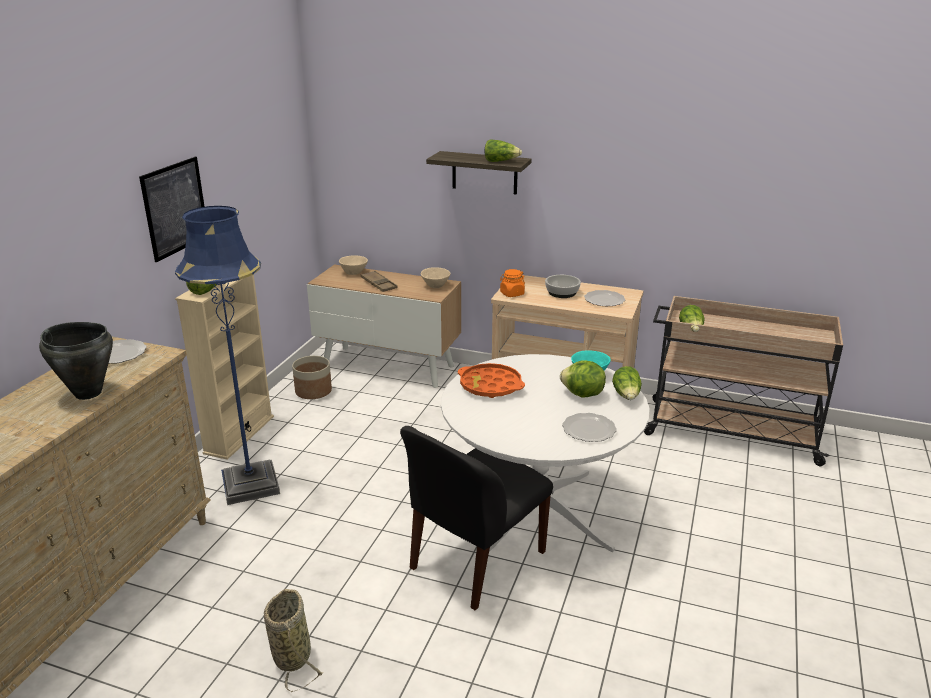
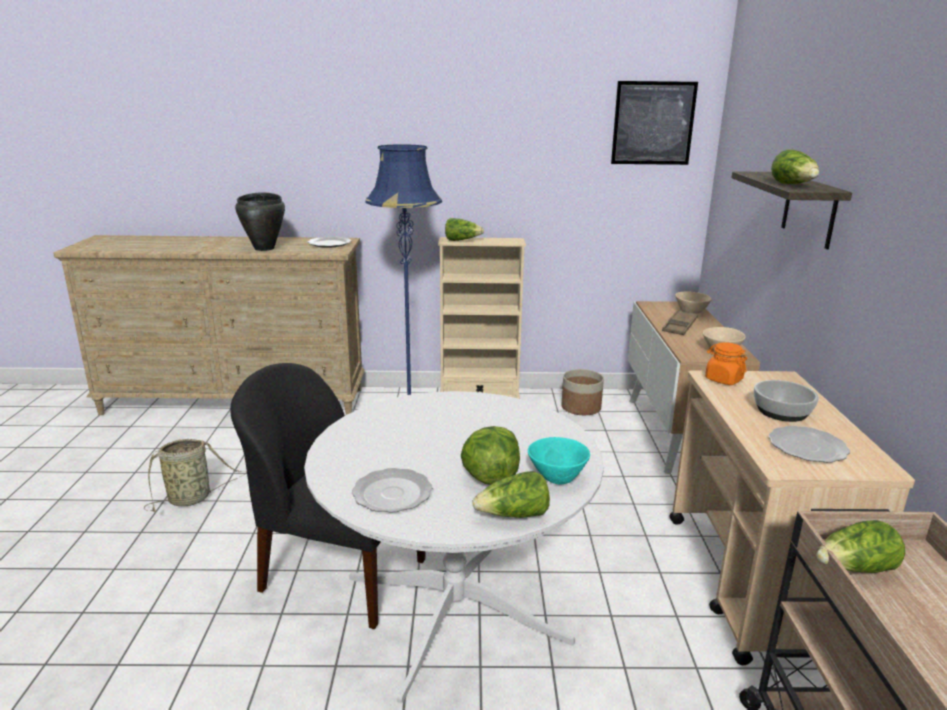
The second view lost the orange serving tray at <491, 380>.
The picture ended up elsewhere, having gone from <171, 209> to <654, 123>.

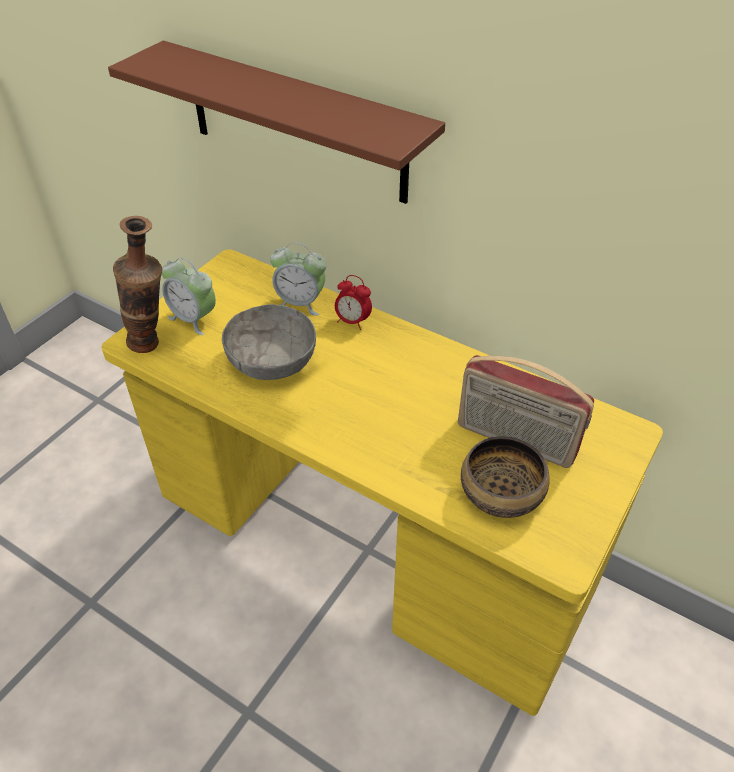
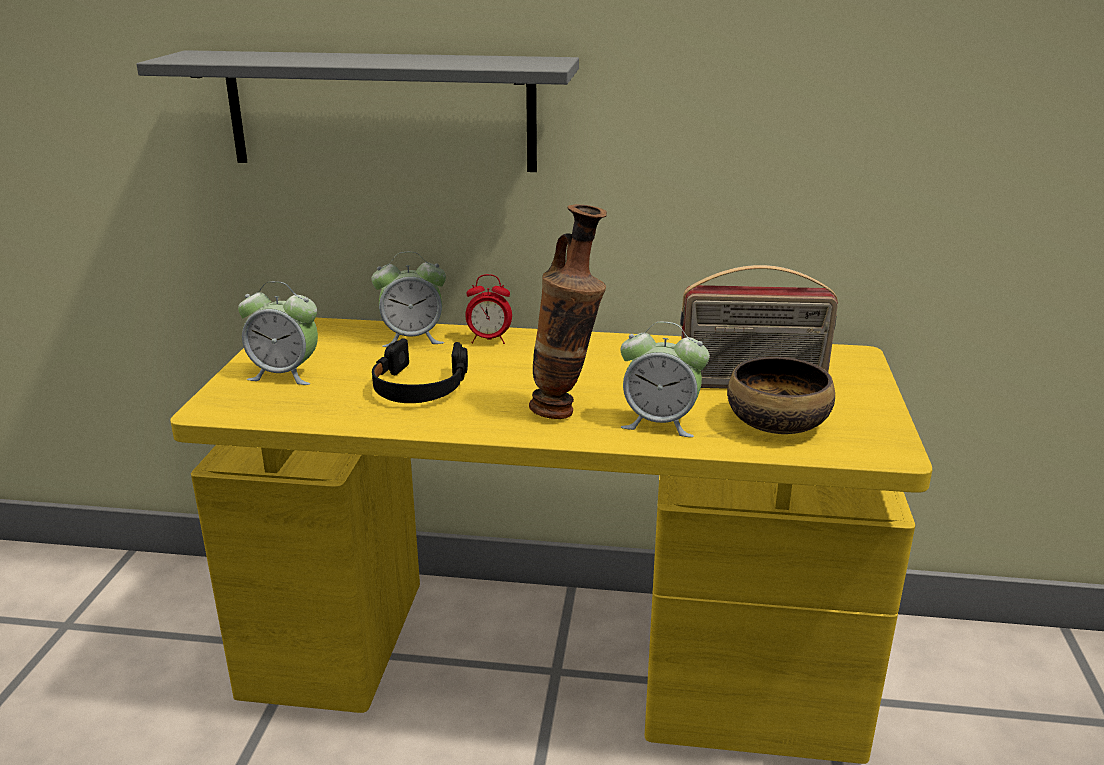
The second view gained the bedside clock at <665, 379>.
The vase ended up elsewhere, having gone from <137, 284> to <568, 312>.
Where the grey serving bowl stood at <269, 342>, the black-coloured pair of headphones came to stand at <420, 370>.
What was the brownish shelf at <276, 122> turned into the grey shelf at <357, 111>.

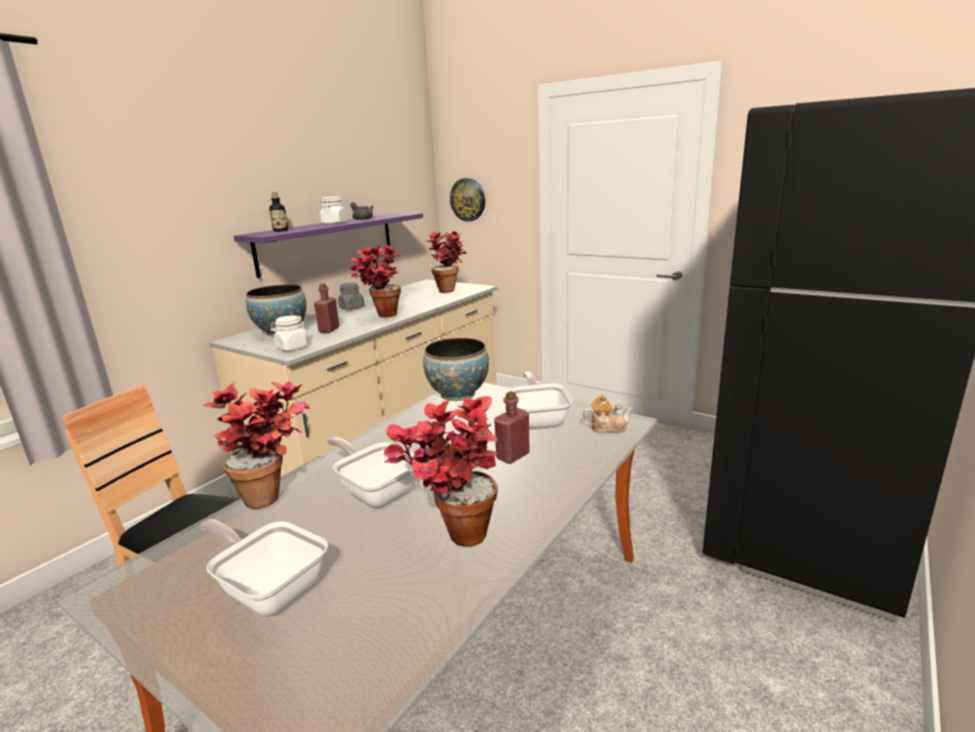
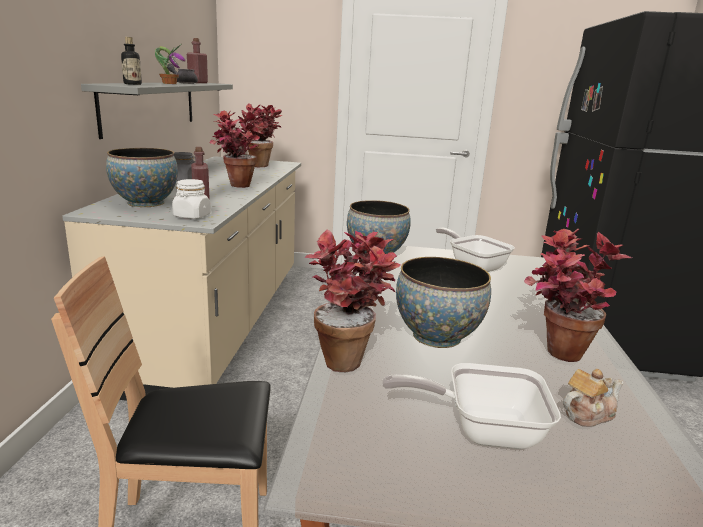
The second view lost the clock on the wall at <467, 200>.
The reddish bottle ended up elsewhere, having gone from <512, 427> to <197, 60>.
The teapot ended up elsewhere, having gone from <608, 413> to <593, 398>.
Where the whitish preserve jar stood at <334, 210>, the plant in a pot came to stand at <170, 64>.
Where the pan stood at <371, 472>, the serving bowl came to stand at <443, 302>.
What was the purplish shelf at <328, 245> turned into the grey shelf at <157, 110>.

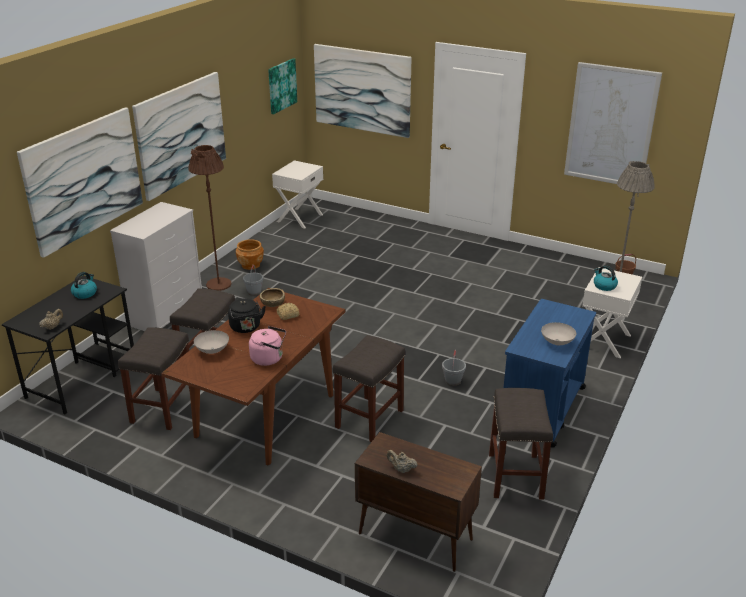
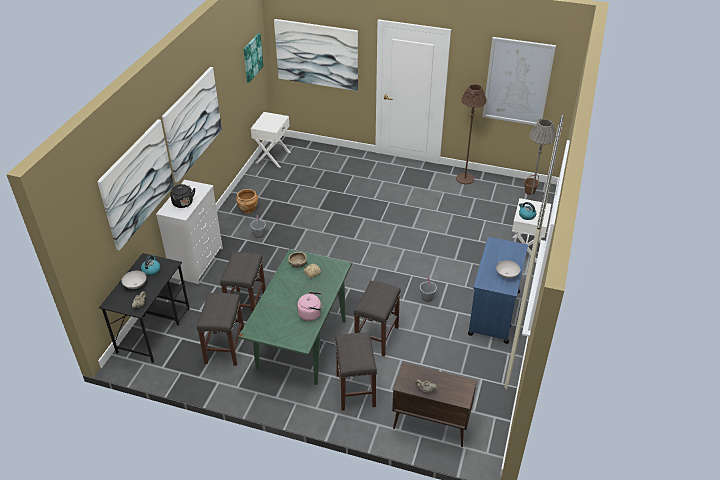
The brownish standard lamp ended up elsewhere, having gone from <210, 218> to <471, 134>.
The whitish serving bowl ended up elsewhere, having gone from <211, 342> to <134, 280>.
The black-coloured water kettle ended up elsewhere, having gone from <247, 316> to <182, 196>.
The grey stool ended up elsewhere, having gone from <521, 444> to <356, 372>.
What was the brownish dining table at <253, 377> turned into the greenish dining table at <295, 317>.

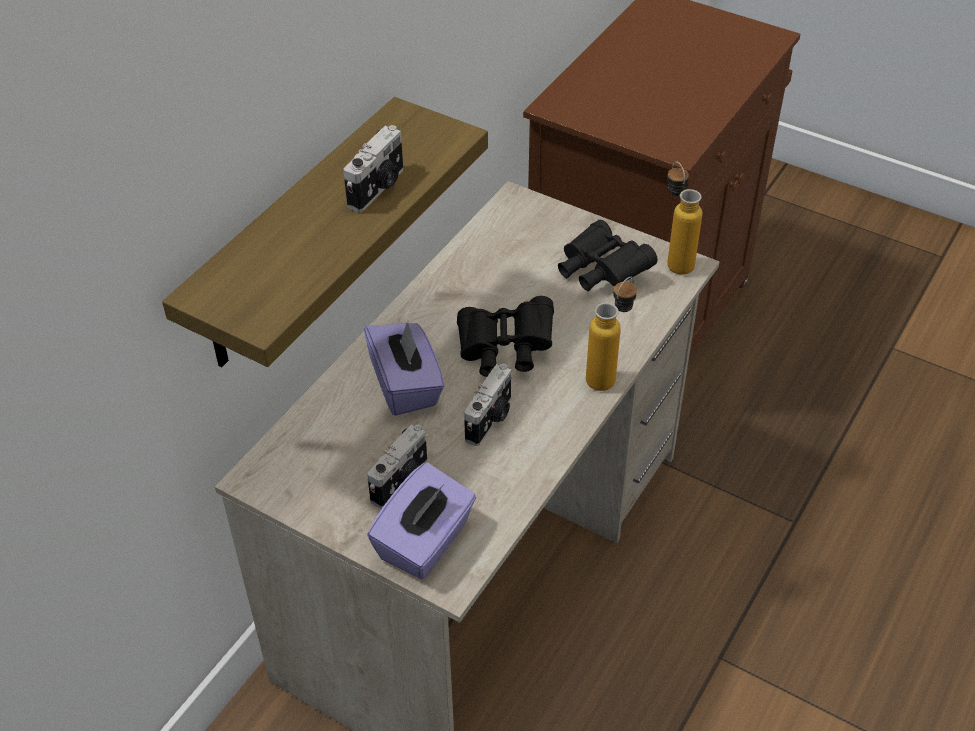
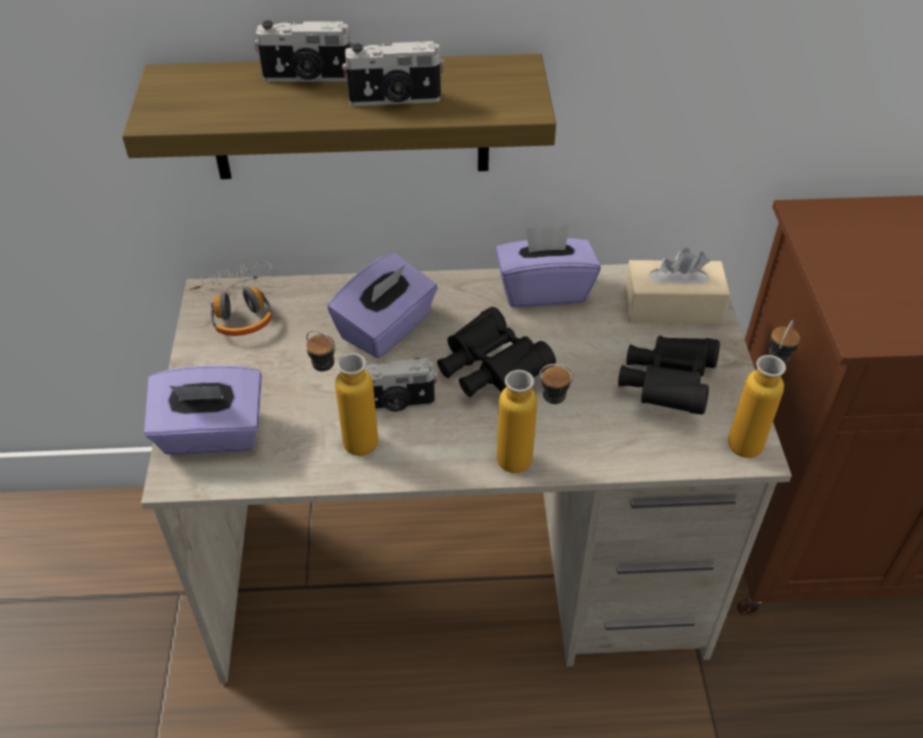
The second view gained the pair of headphones at <231, 298>.
The second view gained the bottle at <342, 393>.
The second view gained the purplish tissue holder at <548, 266>.
The second view gained the beige-coloured tissue holder at <677, 286>.
The photo camera ended up elsewhere, having gone from <397, 466> to <304, 51>.

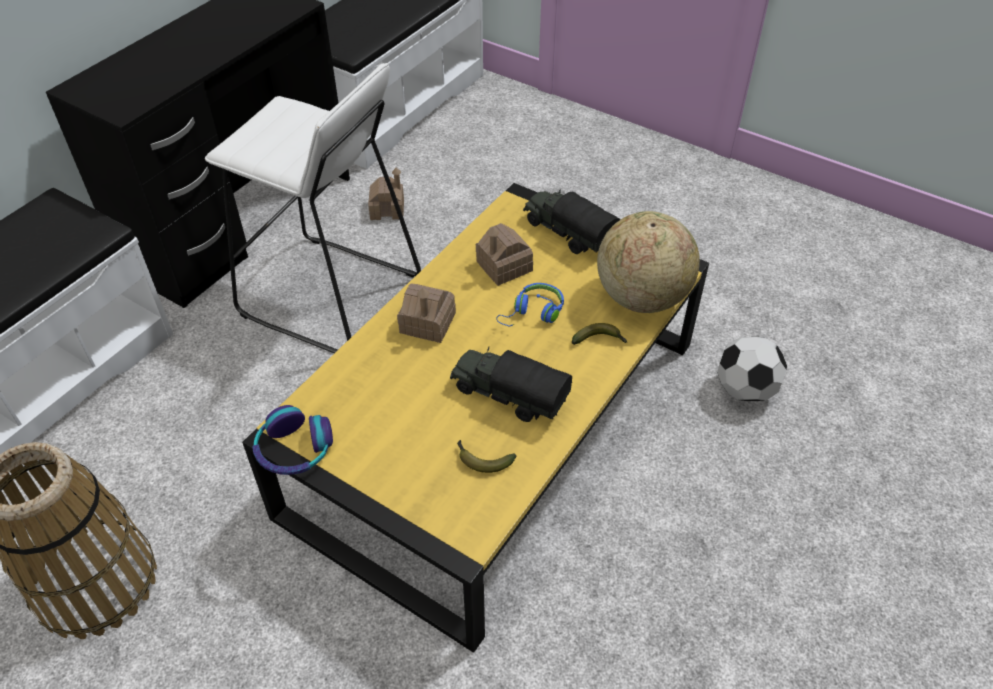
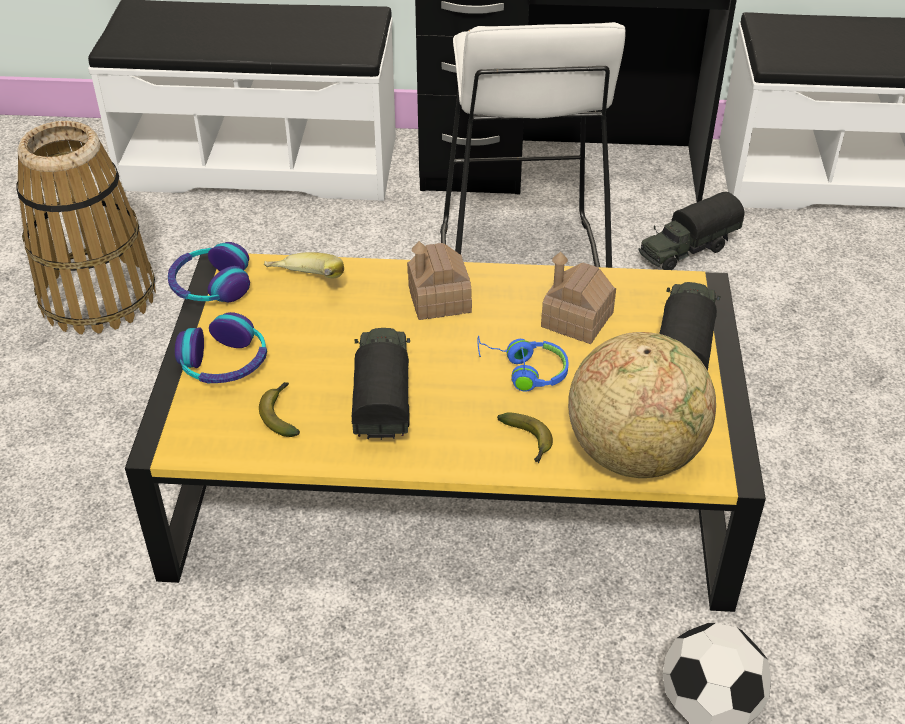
The second view gained the pair of headphones at <221, 347>.
The second view gained the whole banana at <304, 265>.
Where the model house stood at <386, 194>, the toy truck came to stand at <692, 231>.

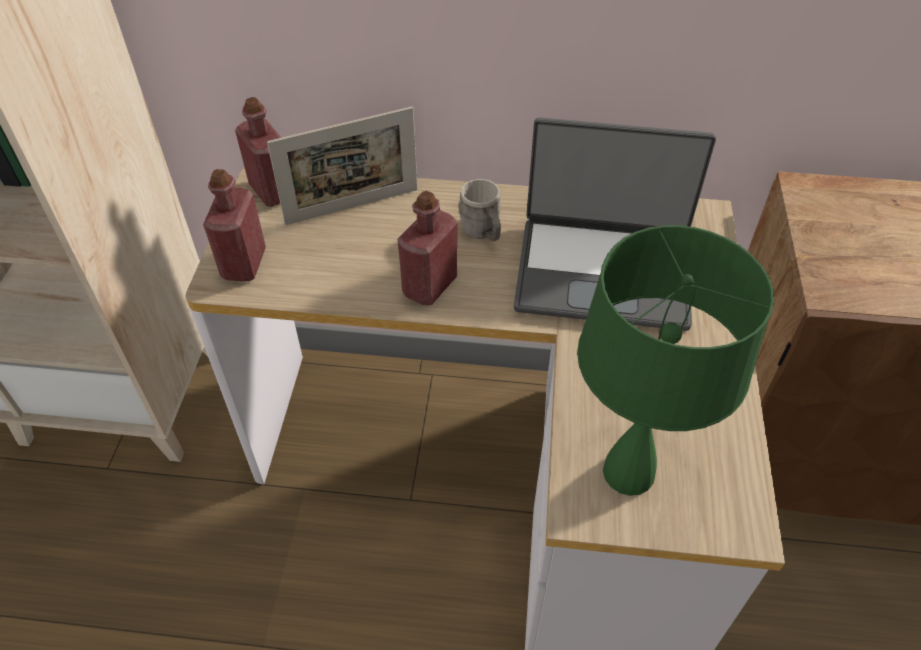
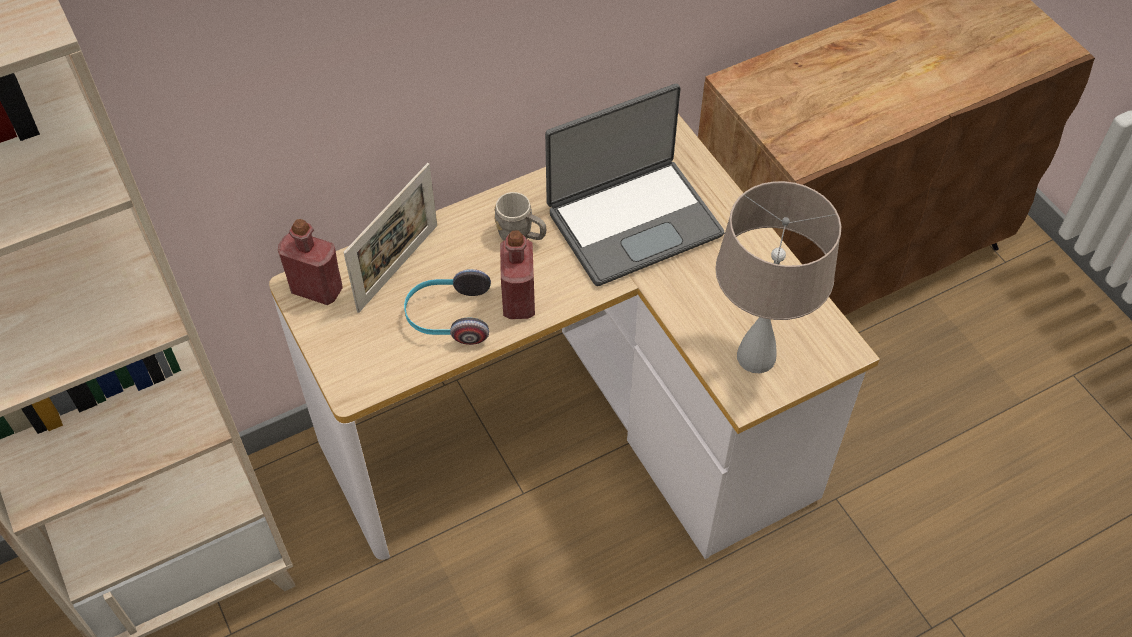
The second view lost the reddish bottle at <234, 225>.
The second view gained the pair of headphones at <447, 307>.
What was the greenish tabletop lamp at <675, 360> turned into the beige-coloured tabletop lamp at <778, 277>.

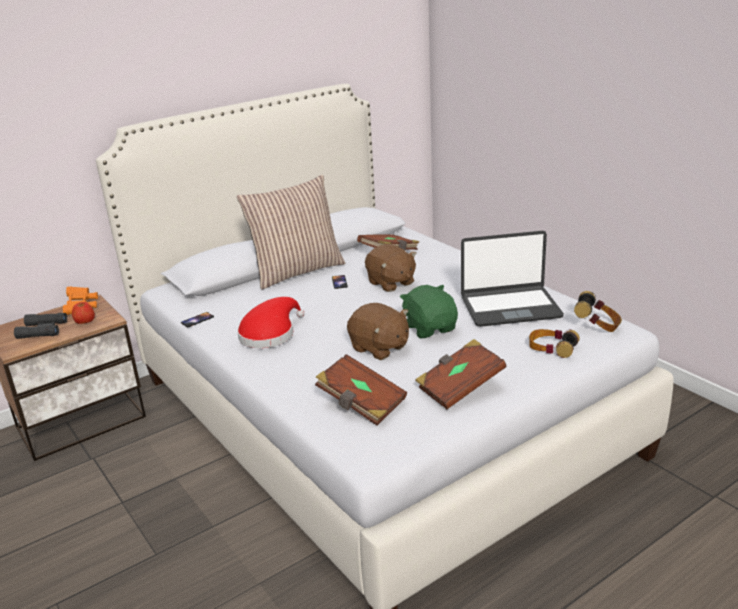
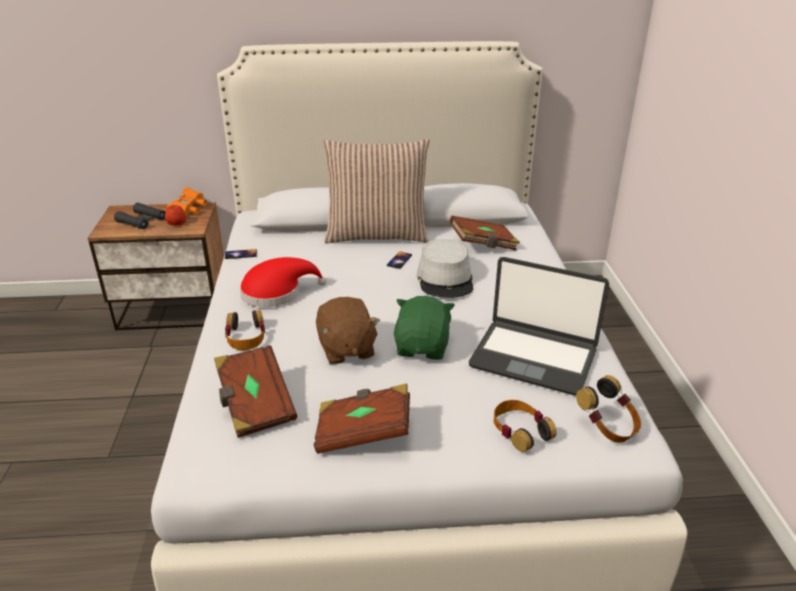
The second view gained the pair of headphones at <245, 330>.
Where the brownish soft toy stood at <391, 268>, the grey clothing hat came to stand at <445, 268>.

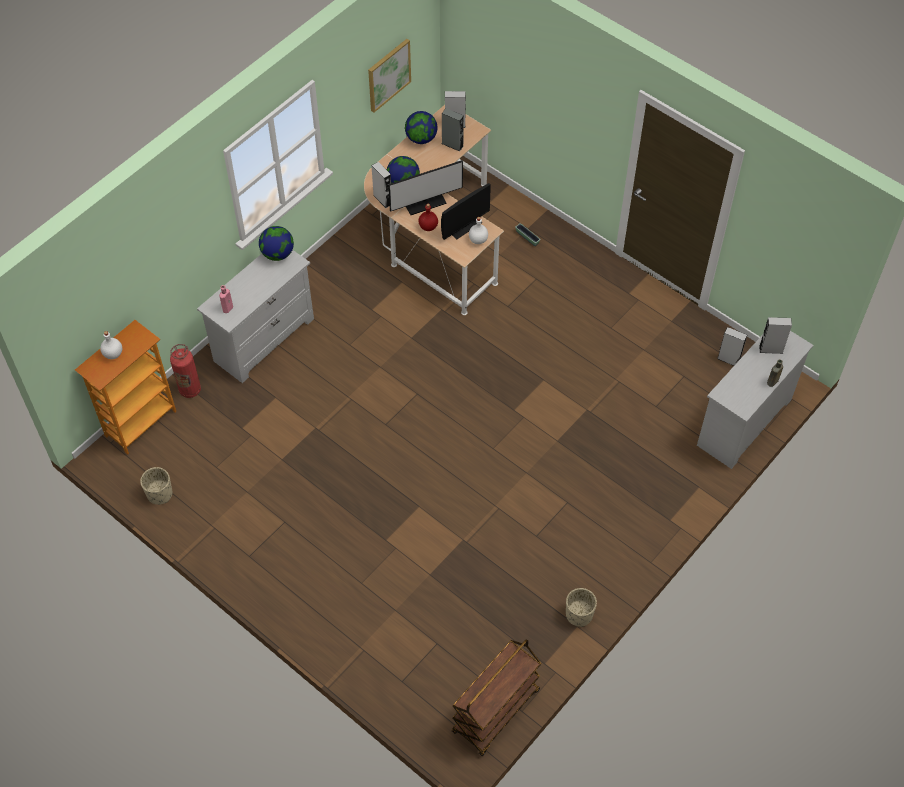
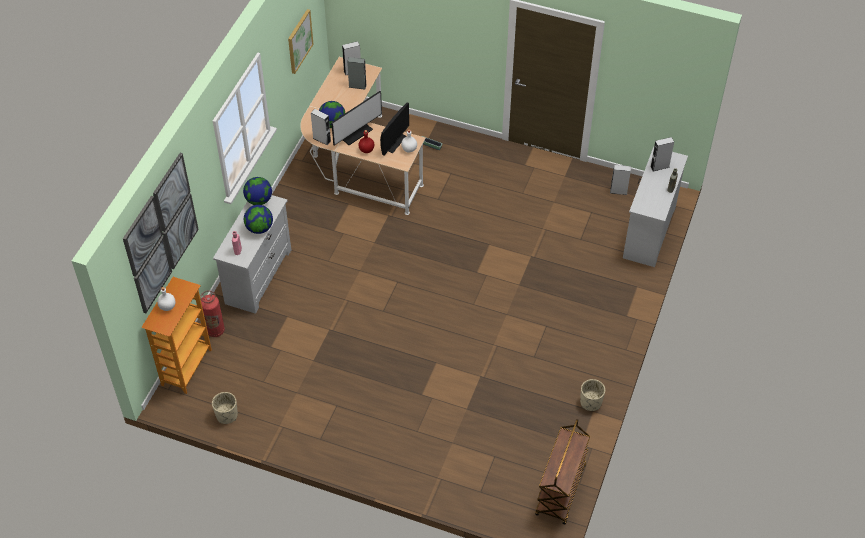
The second view gained the picture at <161, 233>.
The globe ended up elsewhere, having gone from <421, 127> to <258, 219>.

